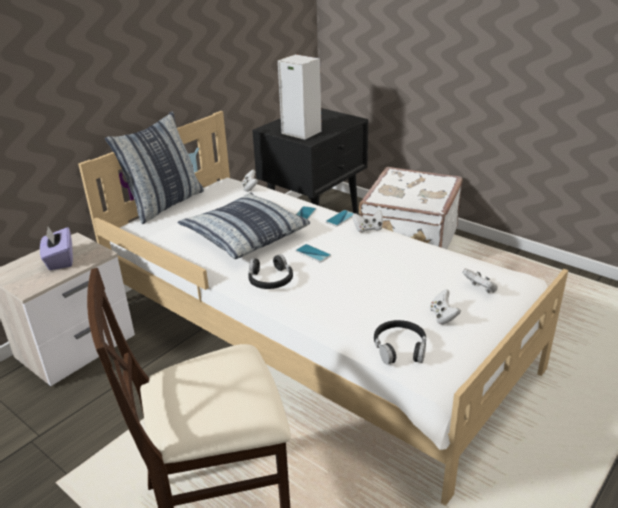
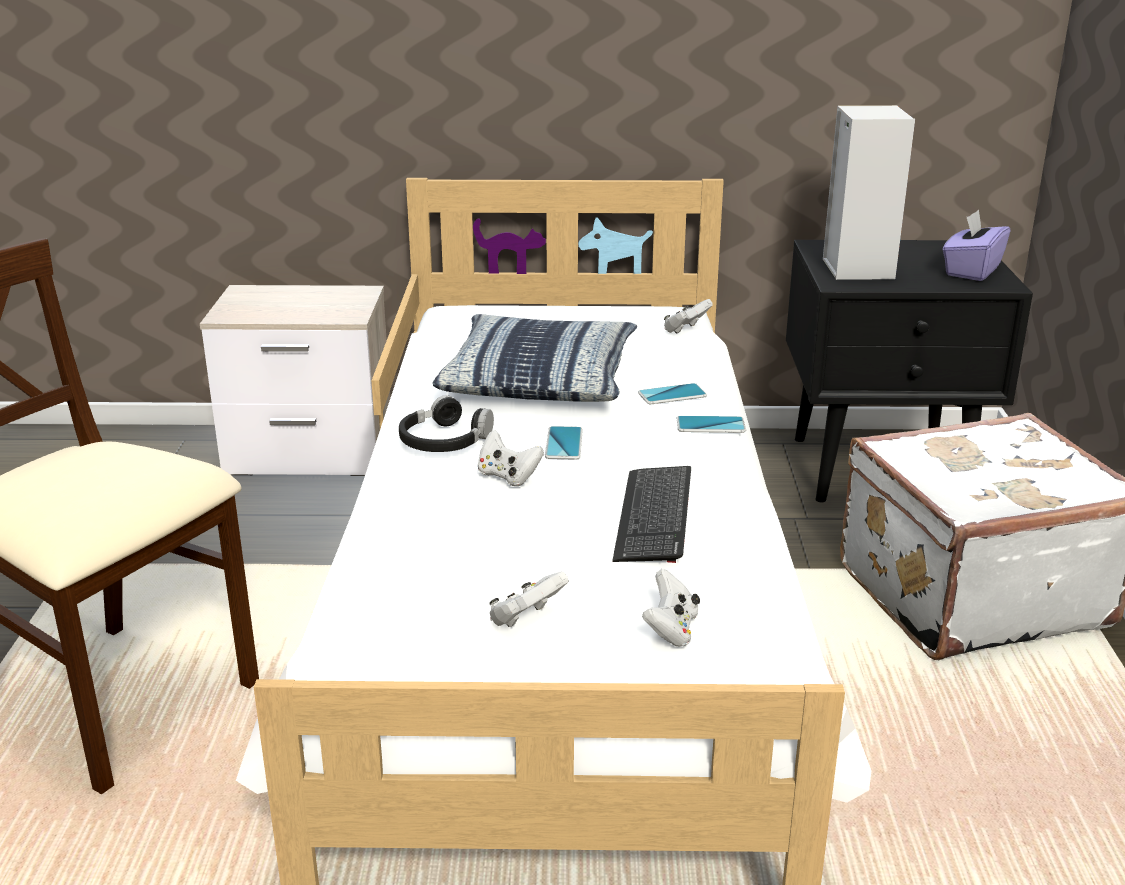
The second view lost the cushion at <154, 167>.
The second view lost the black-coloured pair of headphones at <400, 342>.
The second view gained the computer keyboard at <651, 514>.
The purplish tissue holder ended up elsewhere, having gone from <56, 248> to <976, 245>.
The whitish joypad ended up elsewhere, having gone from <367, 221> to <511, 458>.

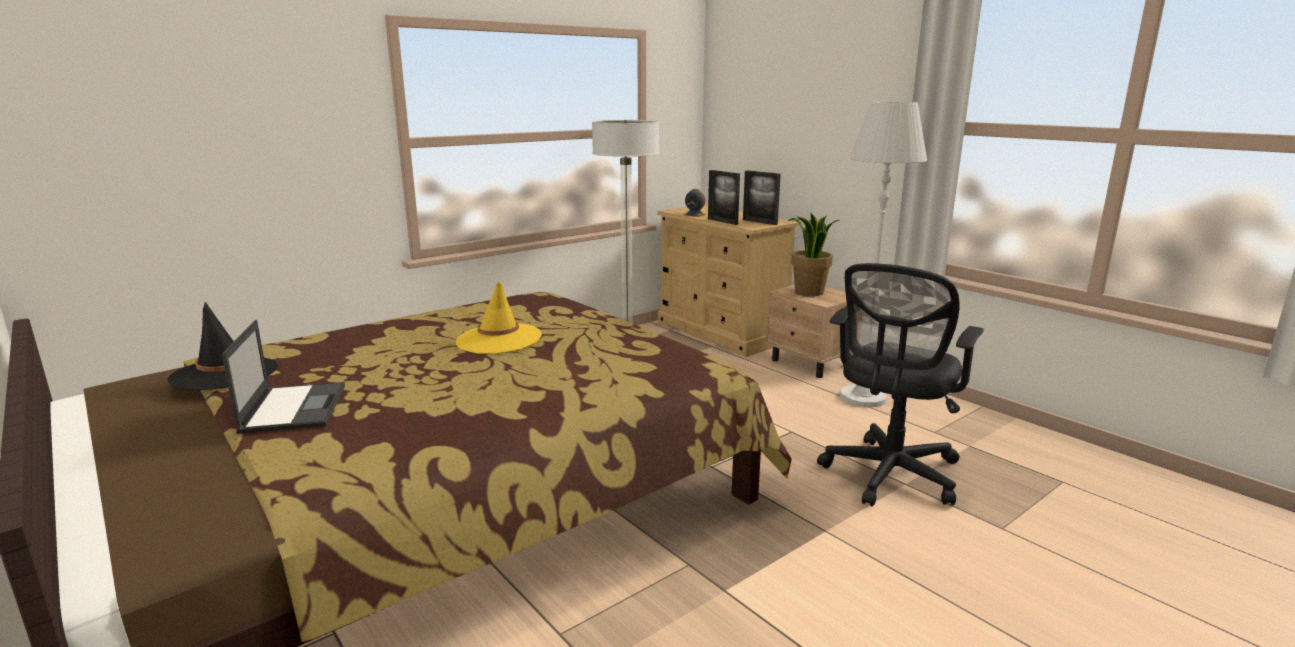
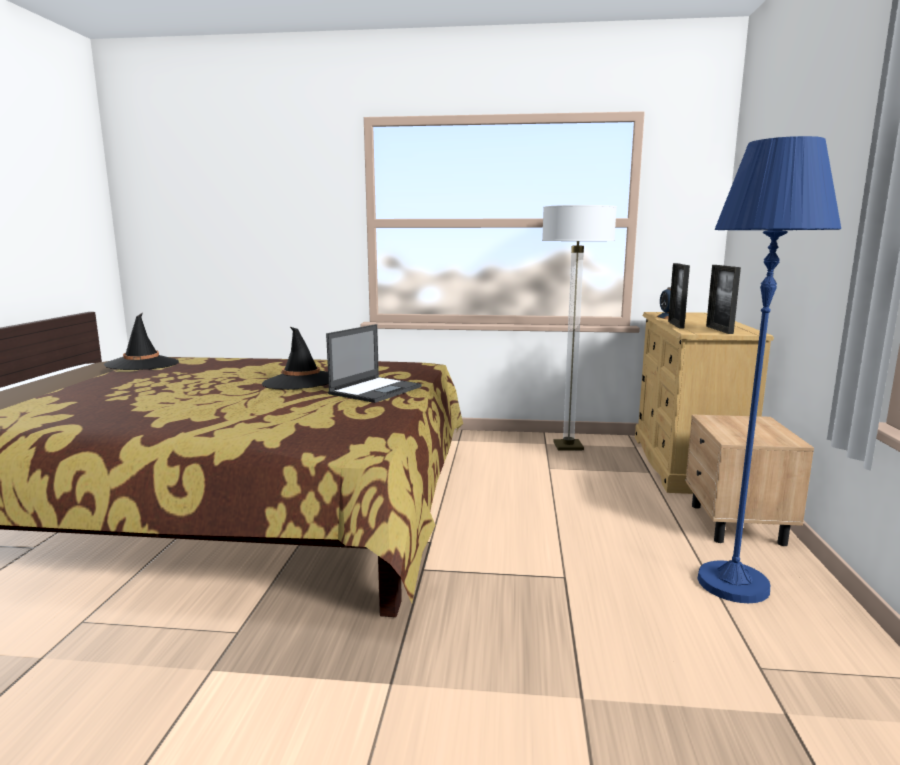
The second view lost the plant in a pot at <813, 254>.
The second view lost the black-coloured computer chair at <900, 384>.
The laptop ended up elsewhere, having gone from <283, 377> to <374, 363>.
What was the yellow clothing hat at <499, 318> turned into the black-coloured clothing hat at <295, 358>.
What was the whitish standard lamp at <883, 254> turned into the bluish standard lamp at <769, 369>.

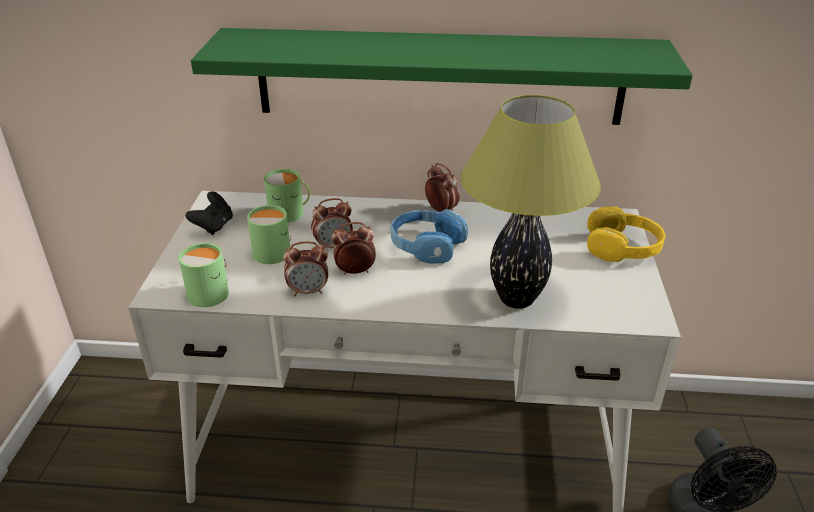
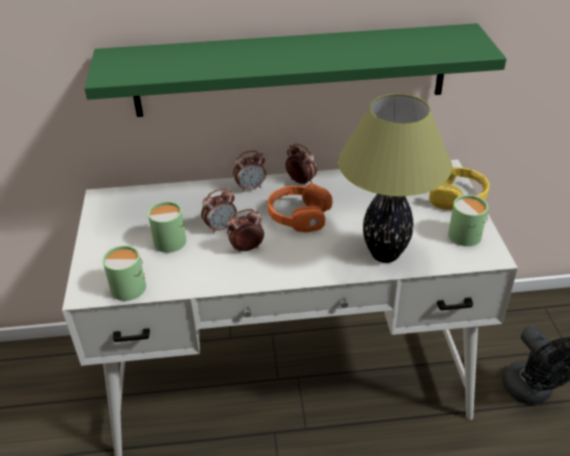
The second view lost the black-coloured joypad at <209, 213>.
The greenish mug ended up elsewhere, having gone from <287, 195> to <468, 220>.
The bedside clock ended up elsewhere, having gone from <305, 268> to <249, 171>.
What was the bluish pair of headphones at <429, 236> turned into the orange pair of headphones at <300, 208>.

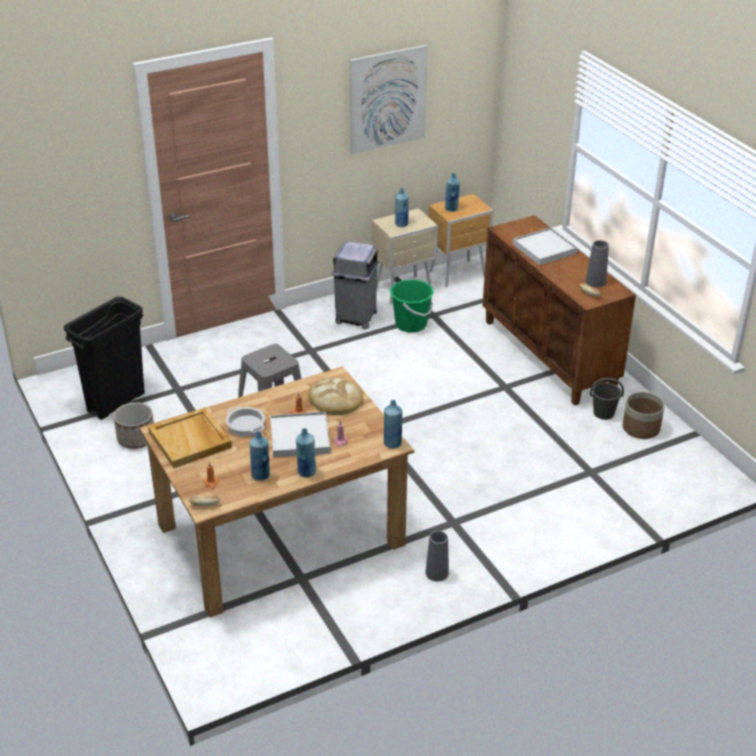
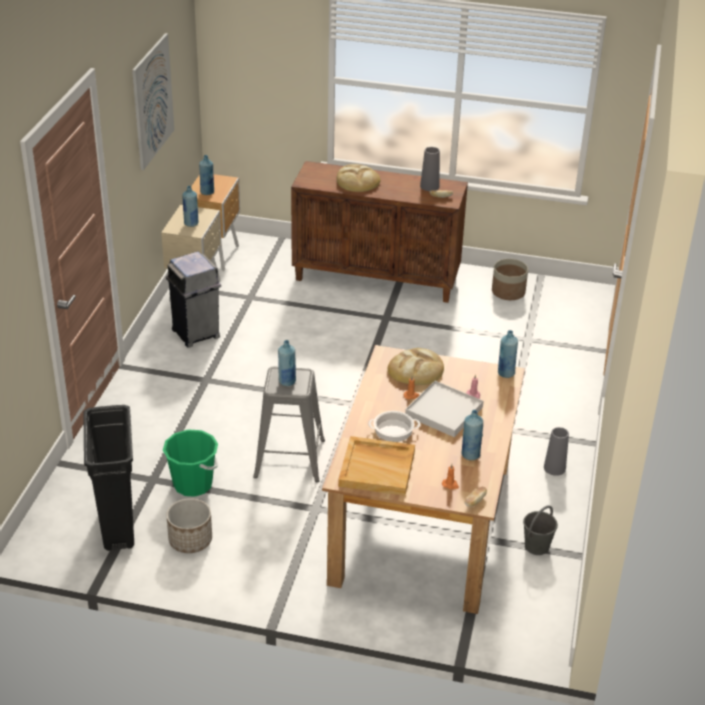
The bluish bottle ended up elsewhere, having gone from <306, 452> to <287, 363>.
The greenish water bucket ended up elsewhere, having gone from <412, 306> to <190, 463>.
The grey water bucket ended up elsewhere, having gone from <607, 399> to <540, 530>.
Where the whitish serving tray stood at <545, 246>, the baked bread came to stand at <359, 178>.

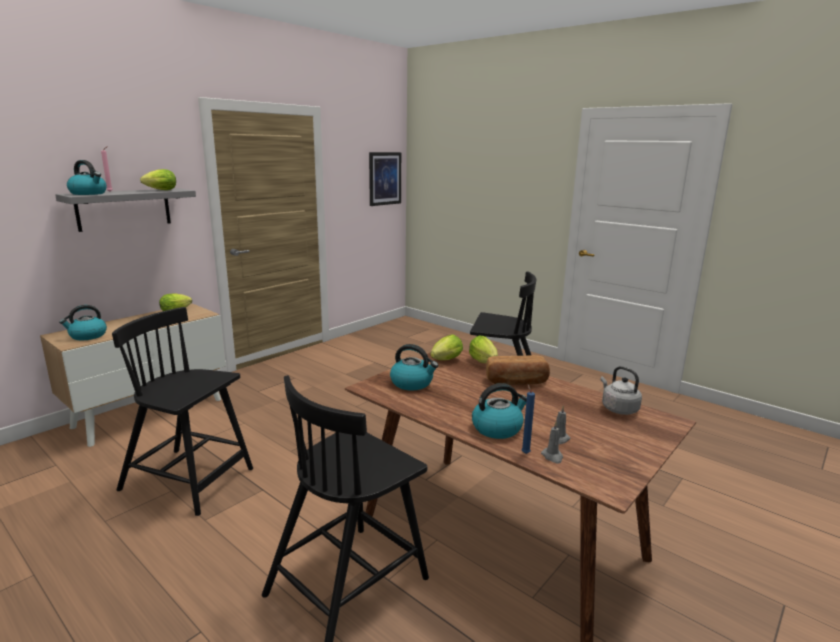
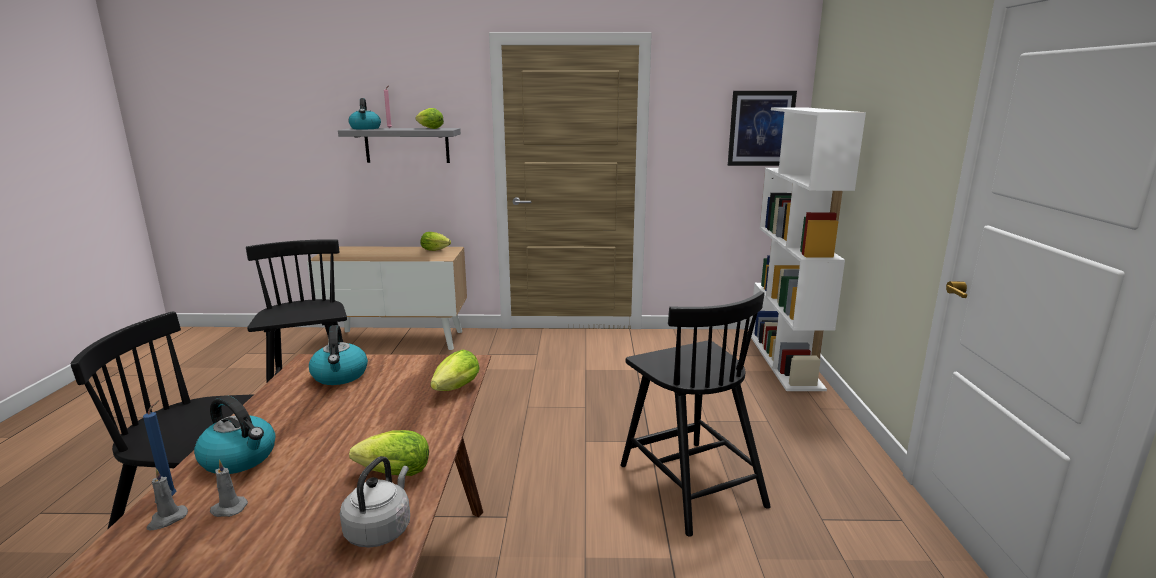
The second view lost the water kettle at <83, 322>.
The second view lost the baked bread at <518, 370>.
The second view gained the whitish bookshelf at <808, 249>.
The head of lettuce ended up elsewhere, having gone from <446, 347> to <389, 453>.

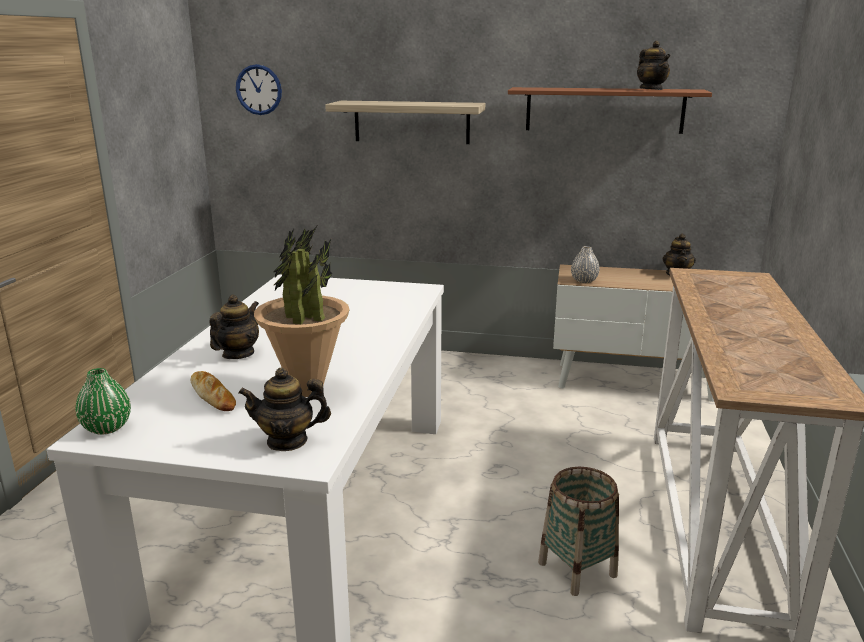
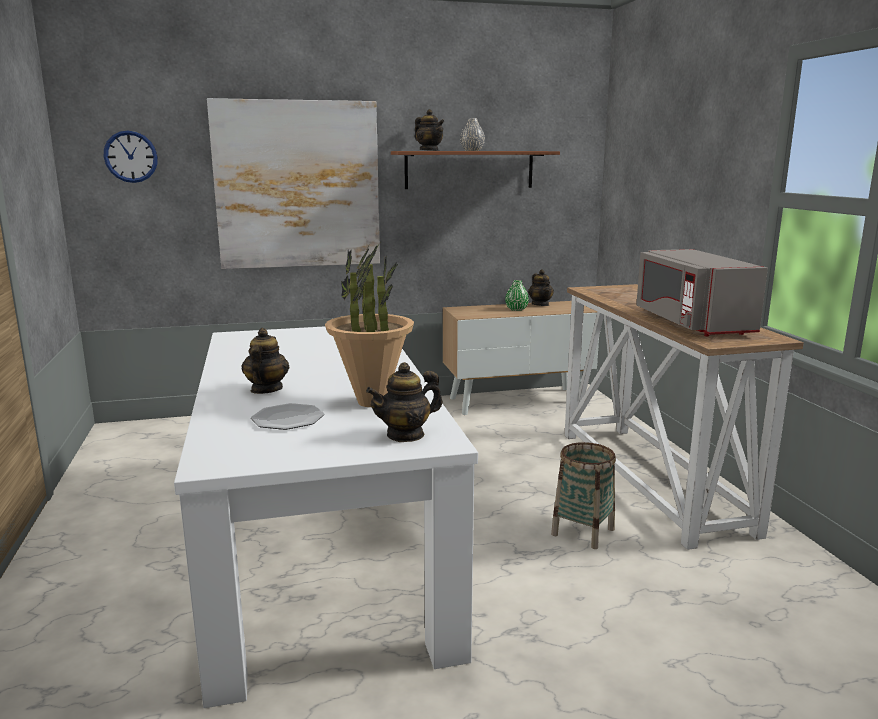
The second view gained the grey microwave oven at <702, 292>.
The greenish vase ended up elsewhere, having gone from <103, 401> to <517, 295>.
The grey vase ended up elsewhere, having gone from <585, 264> to <472, 134>.
The teapot ended up elsewhere, having gone from <654, 65> to <429, 130>.
Where the baked bread stood at <213, 391>, the dinner plate came to stand at <287, 416>.
Where the shelf hung at <405, 122>, the picture came to hang at <293, 183>.

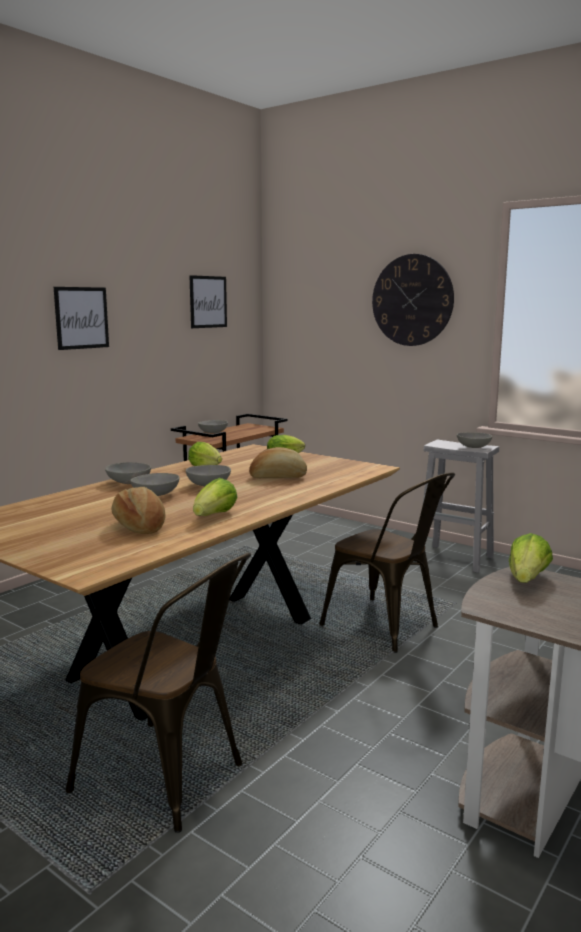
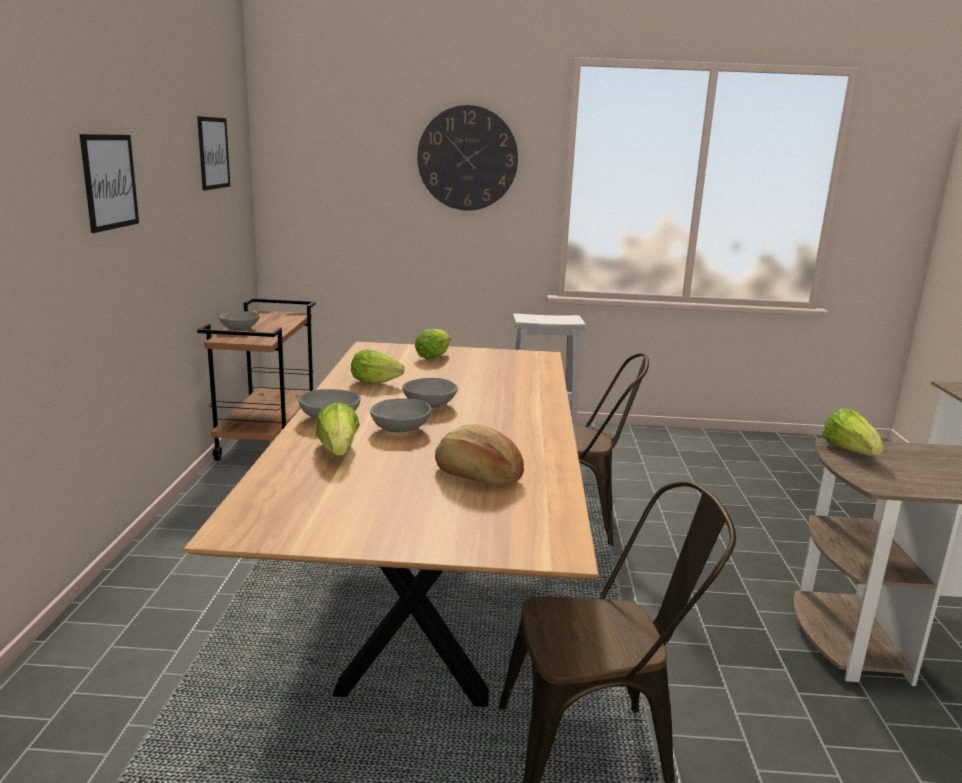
The second view lost the baked bread at <278, 462>.
The second view lost the grey serving bowl at <474, 440>.
The head of lettuce ended up elsewhere, having gone from <215, 497> to <338, 429>.

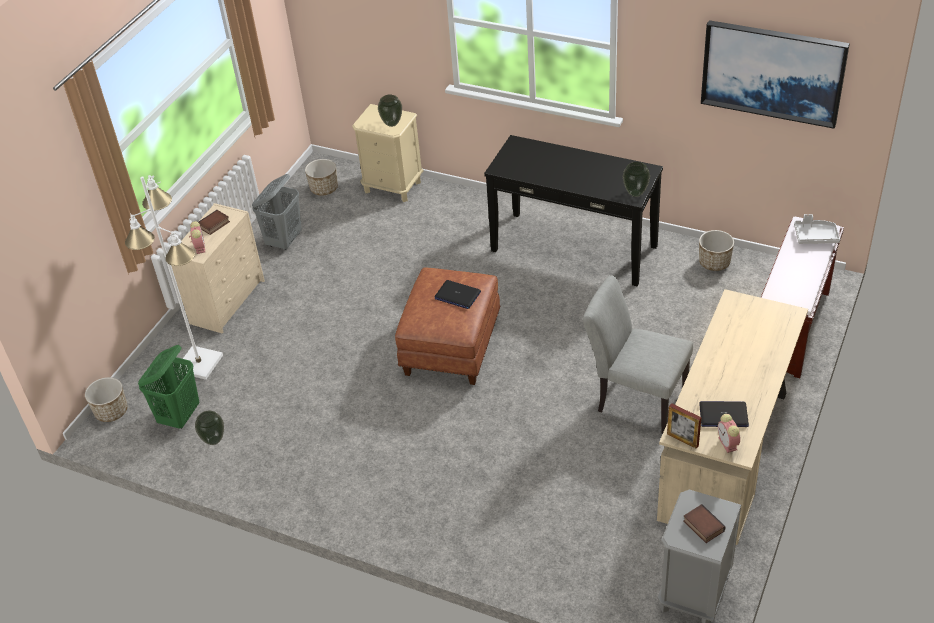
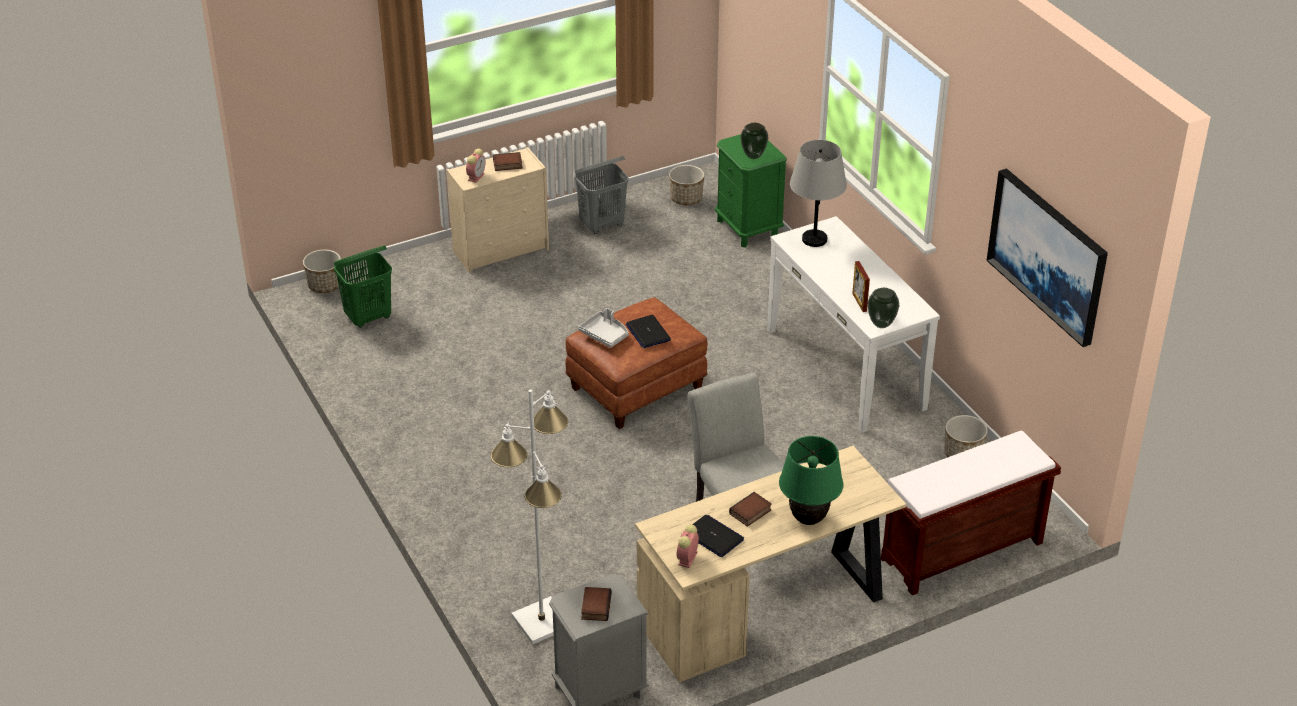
The second view lost the vase at <209, 428>.
The second view gained the volume at <750, 509>.
The second view gained the greenish tabletop lamp at <811, 480>.
The second view gained the grey tabletop lamp at <818, 193>.
The whitish standard lamp ended up elsewhere, having gone from <174, 277> to <529, 516>.
The photo frame ended up elsewhere, having gone from <684, 426> to <861, 286>.
The grey serving tray ended up elsewhere, having gone from <817, 229> to <603, 328>.
What was the beige-coloured nightstand at <387, 153> turned into the greenish nightstand at <751, 191>.
What was the black-coloured console table at <573, 210> turned into the whitish console table at <853, 324>.

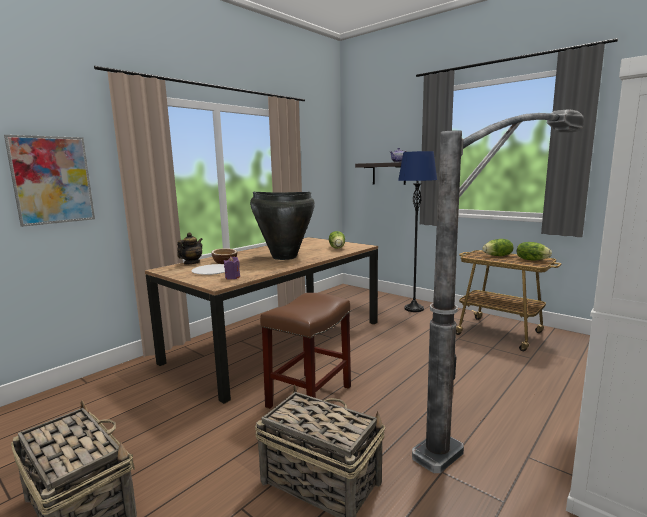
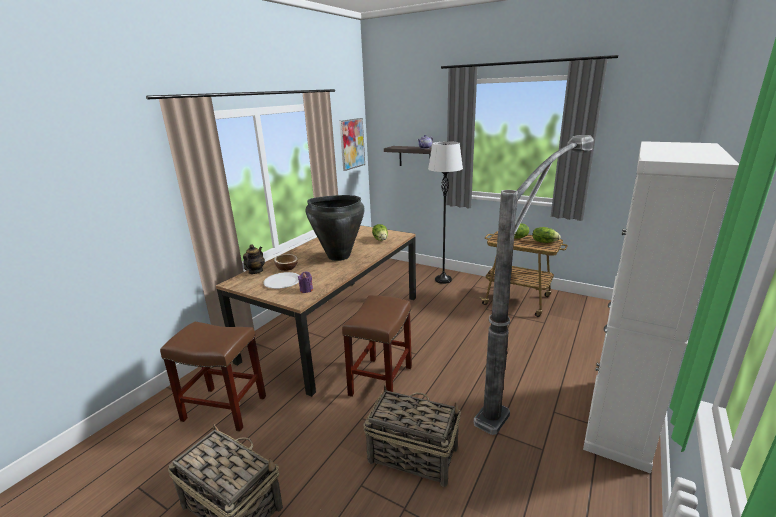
The second view gained the brownish stool at <213, 376>.
The picture ended up elsewhere, having gone from <49, 181> to <352, 144>.
What was the bluish standard lamp at <417, 231> turned into the whitish standard lamp at <445, 212>.

